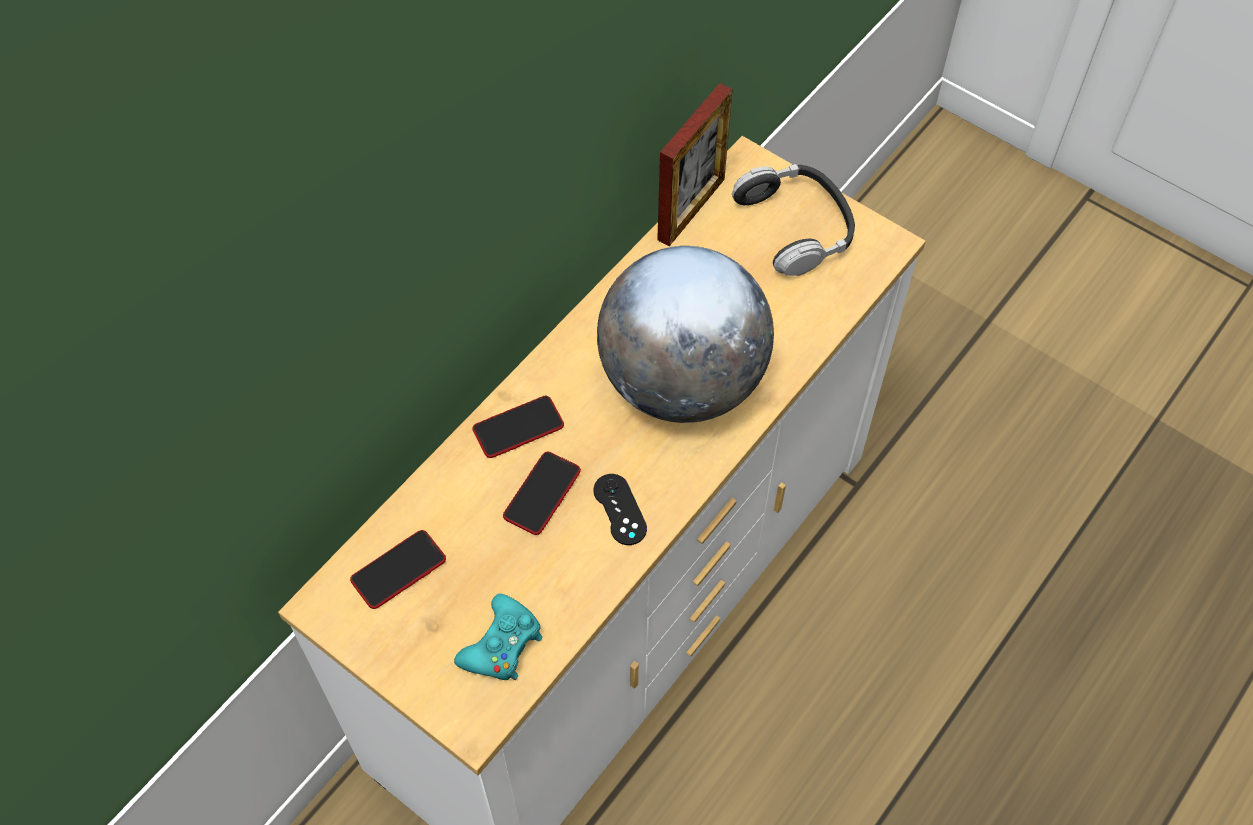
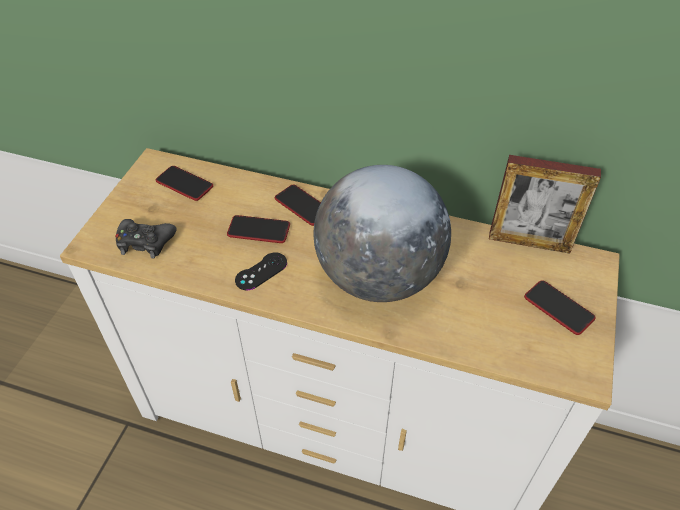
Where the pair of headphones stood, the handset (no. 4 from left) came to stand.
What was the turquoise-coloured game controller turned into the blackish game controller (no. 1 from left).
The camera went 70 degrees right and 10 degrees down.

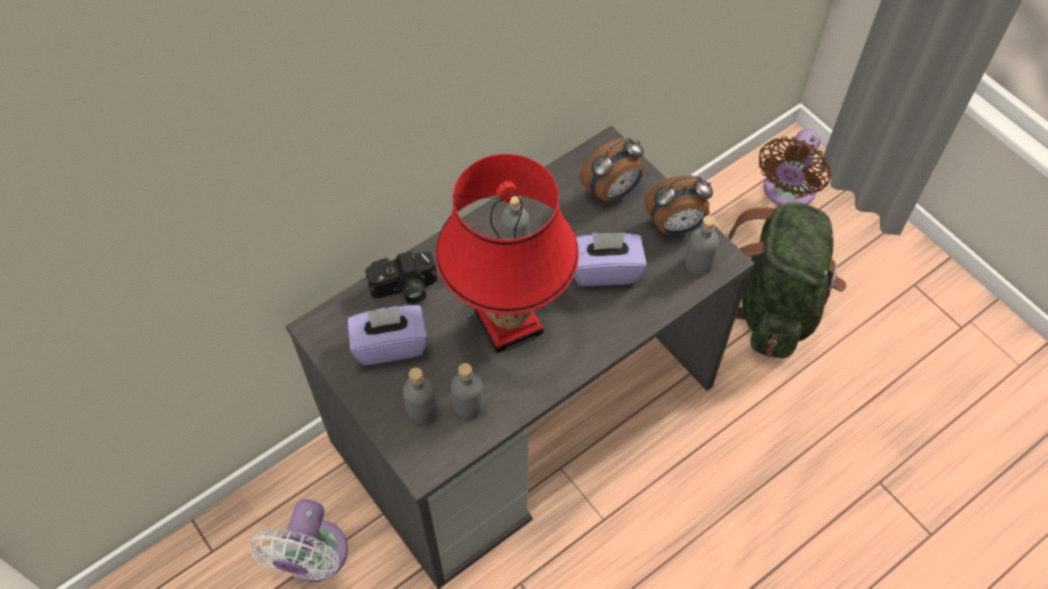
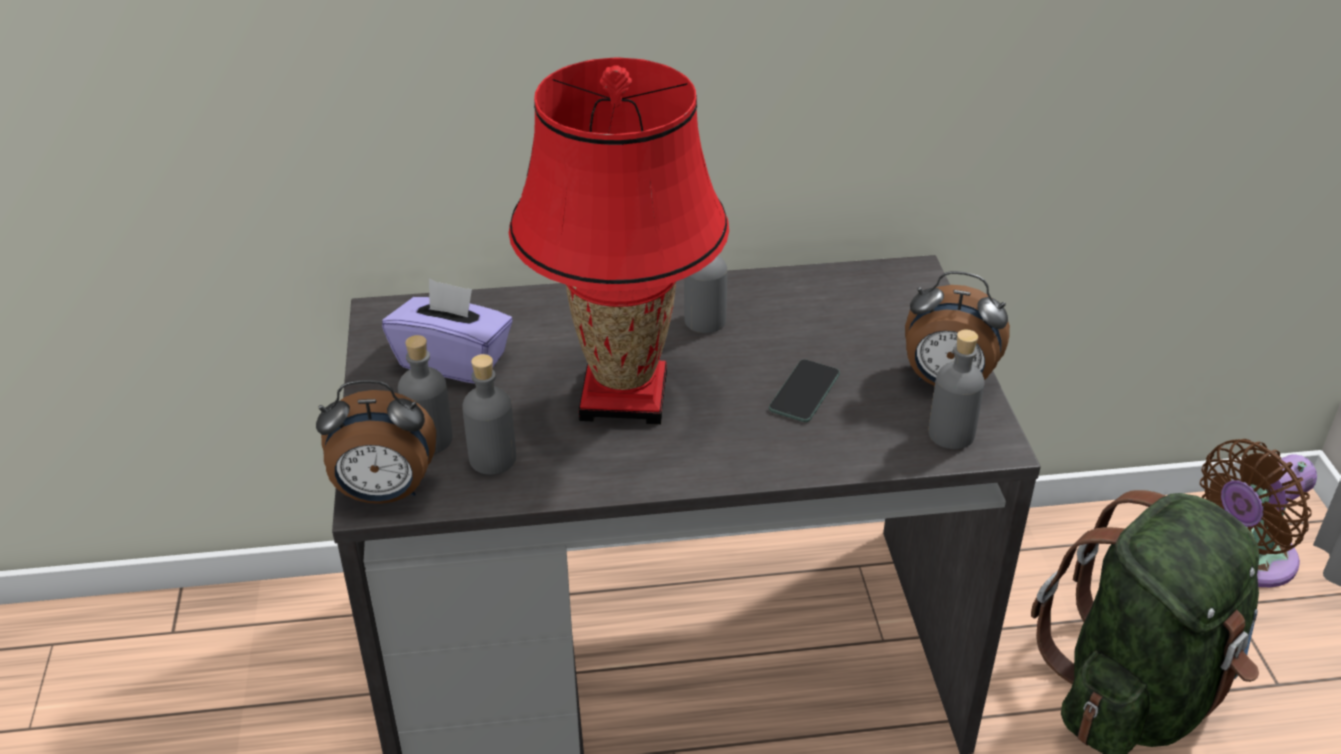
The bedside clock (no. 1 from left) ended up elsewhere.
Where the purple-coloured tissue box (no. 2 from left) stood, the handset came to stand.
The second view lost the still camera.
The second view lost the white cooling fan.
The camera went 30 degrees right and 20 degrees down.

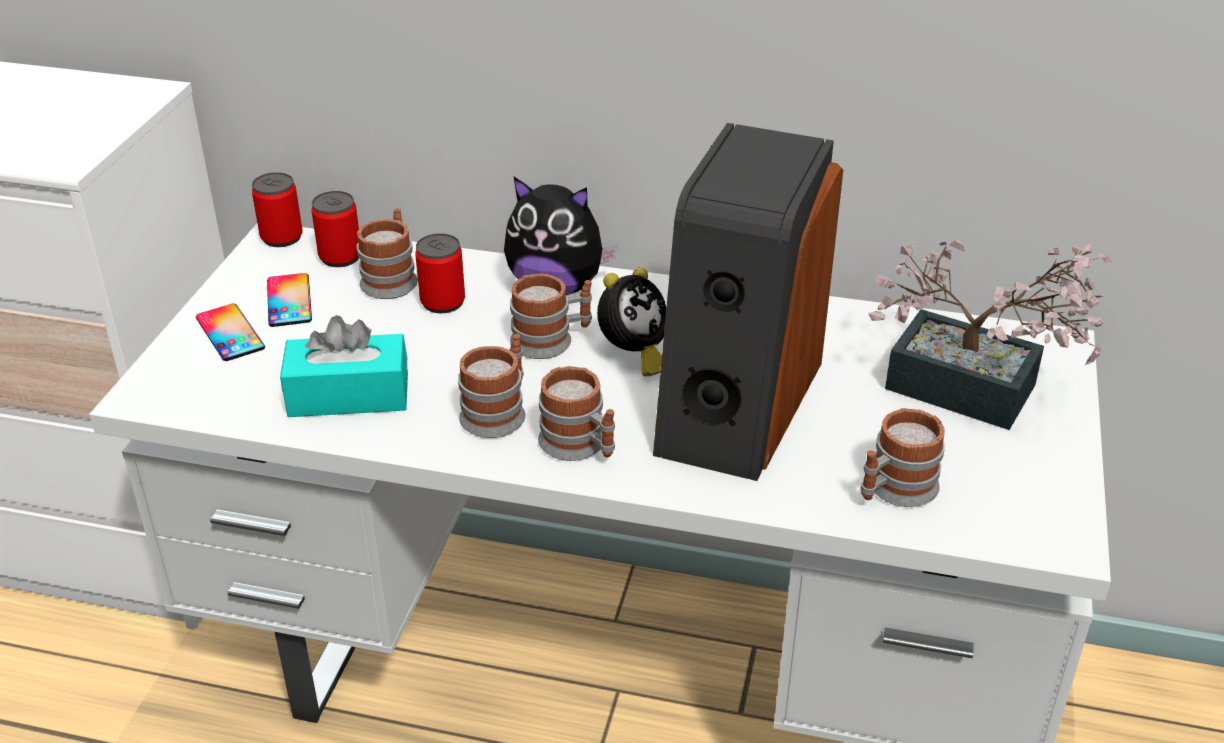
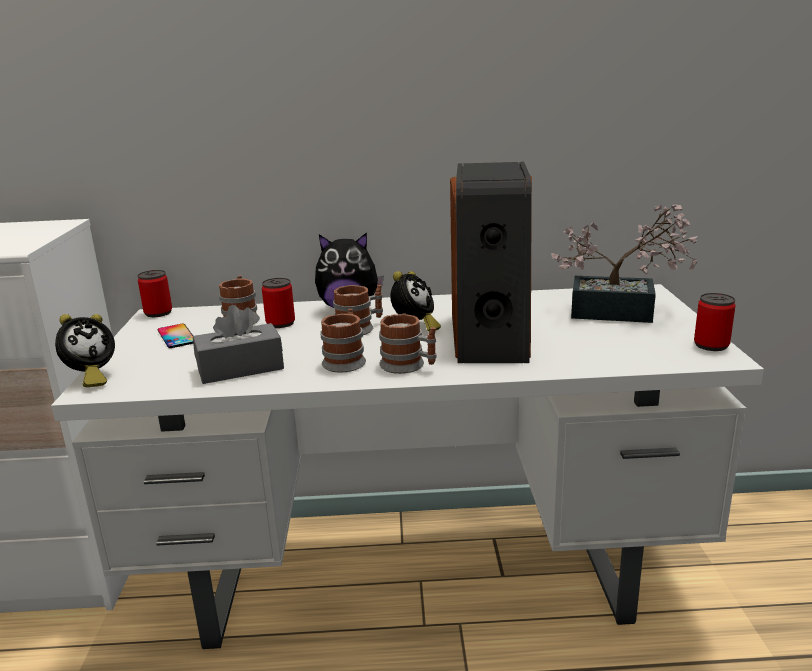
The can (no. 2 from left in the first image) ended up elsewhere.
The second view lost the handset (no. 1 from left).
What was the turquoise-coloured tissue box turned into the grey tissue box.
The second view lost the mug (no. 5 from left).
The second view gained the bedside clock (no. 1 from left).
The camera went 15 degrees left and 15 degrees down.

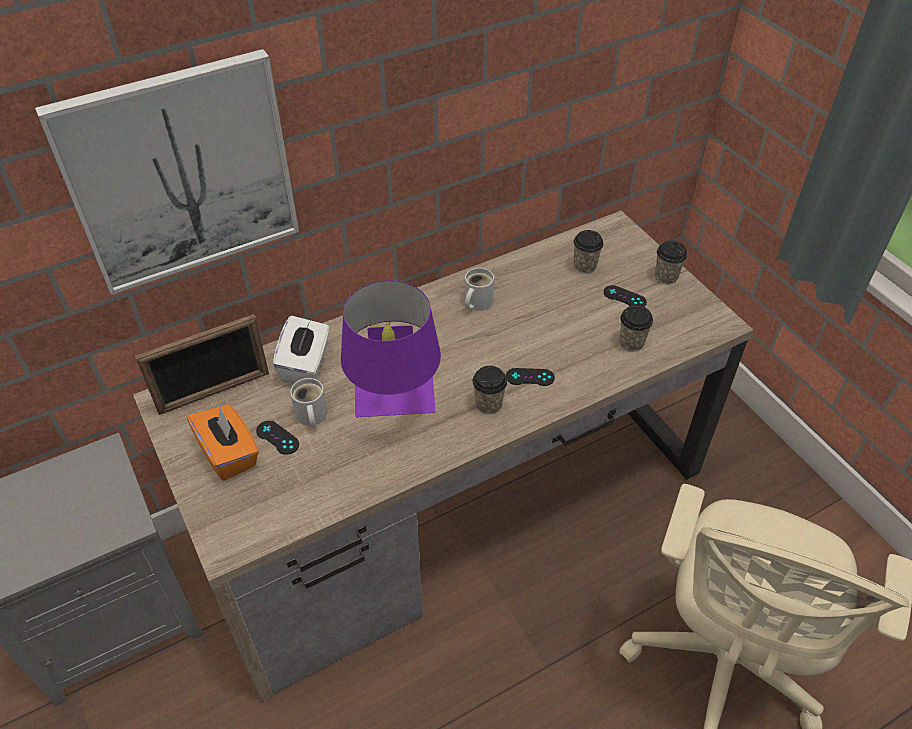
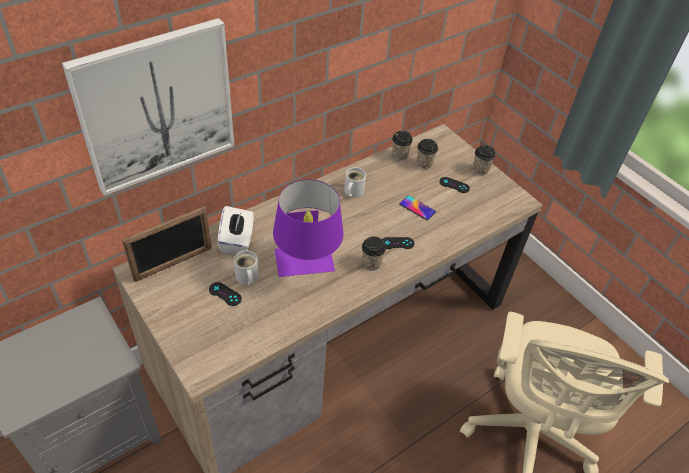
The cup (no. 3 from left in the first image) ended up elsewhere.
The second view lost the orange tissue box.
The second view gained the handset.
The camera went 10 degrees left and 0 degrees up.

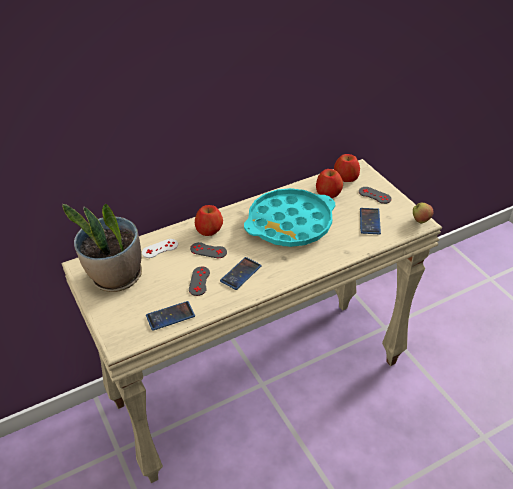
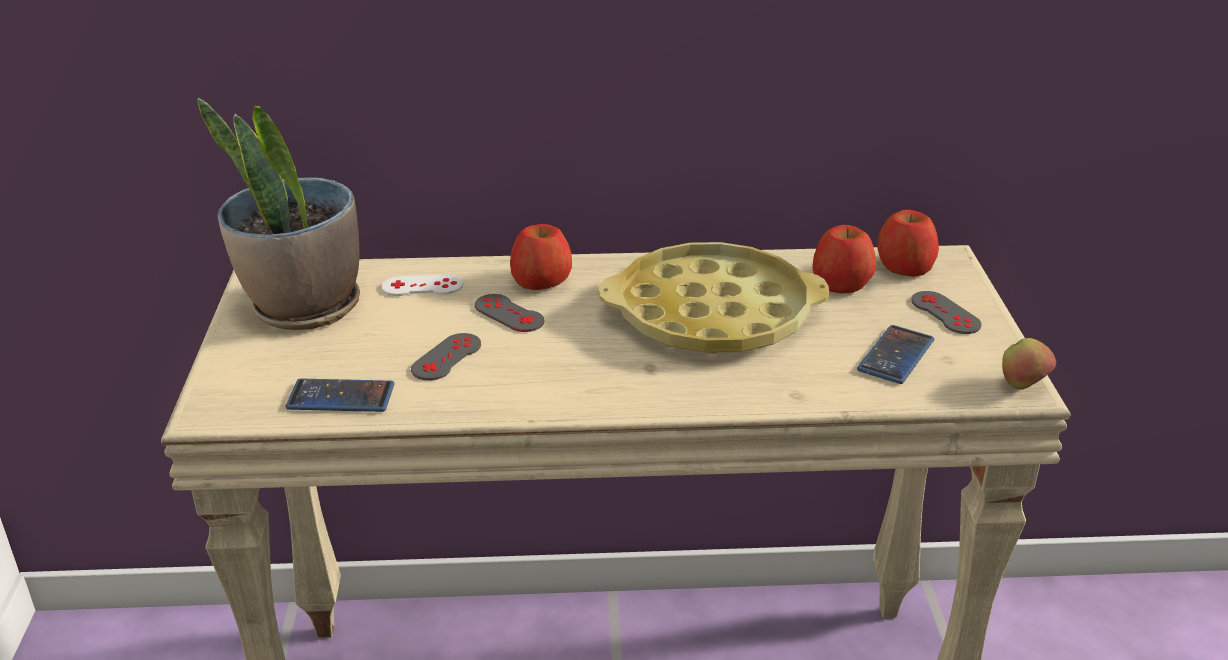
What was the turquoise-coloured carrying tray turned into the yellow carrying tray.
The second view lost the handset (no. 2 from left).
The camera went 25 degrees right and 10 degrees down.

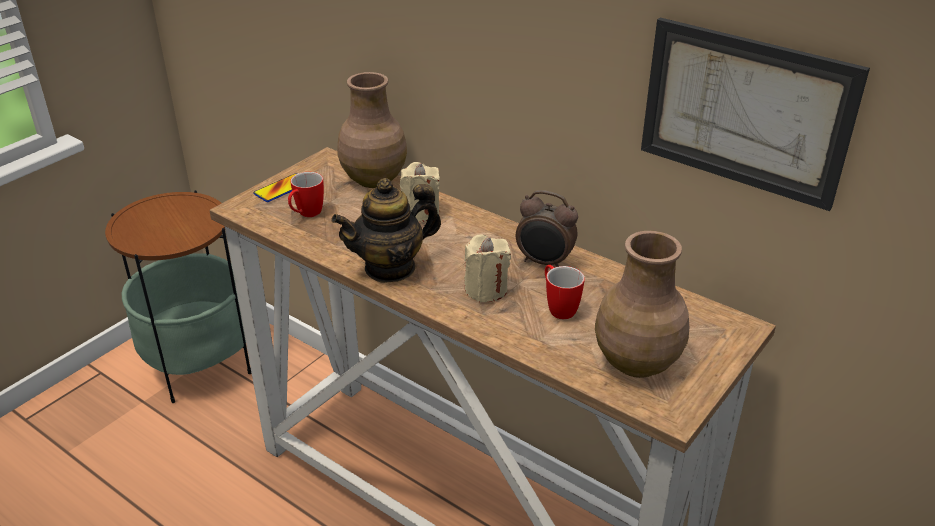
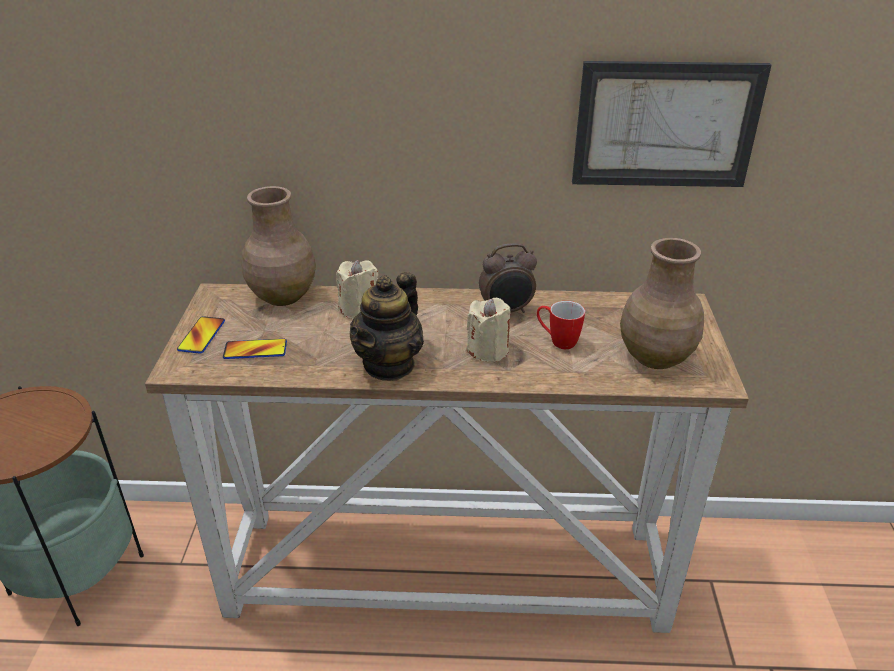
Where the mug (no. 1 from left) stood, the handset (no. 2 from left) came to stand.
The camera went 35 degrees left and 0 degrees up.

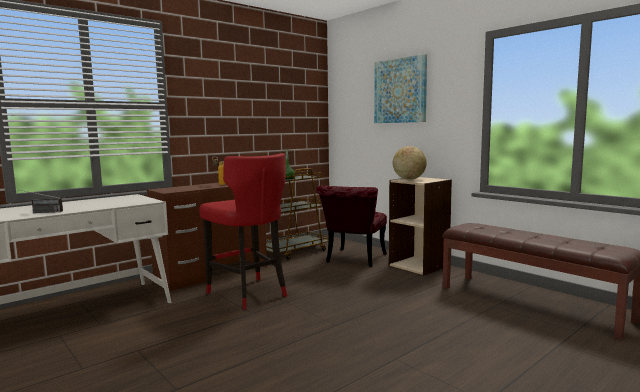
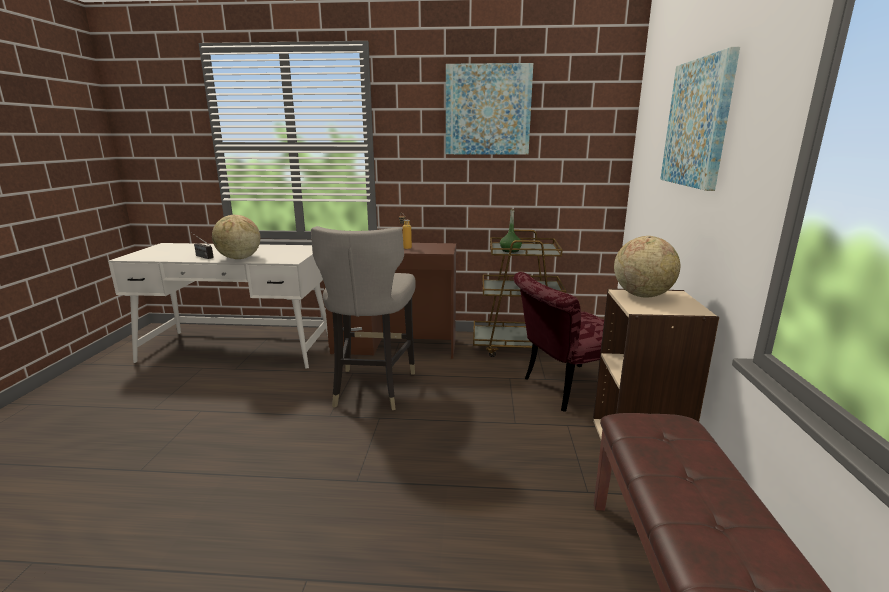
What was the reddish sitting stool turned into the grey sitting stool.
The second view gained the picture (no. 1 from left).
The second view gained the world globe (no. 1 from left).
The camera went 45 degrees right and 10 degrees up.

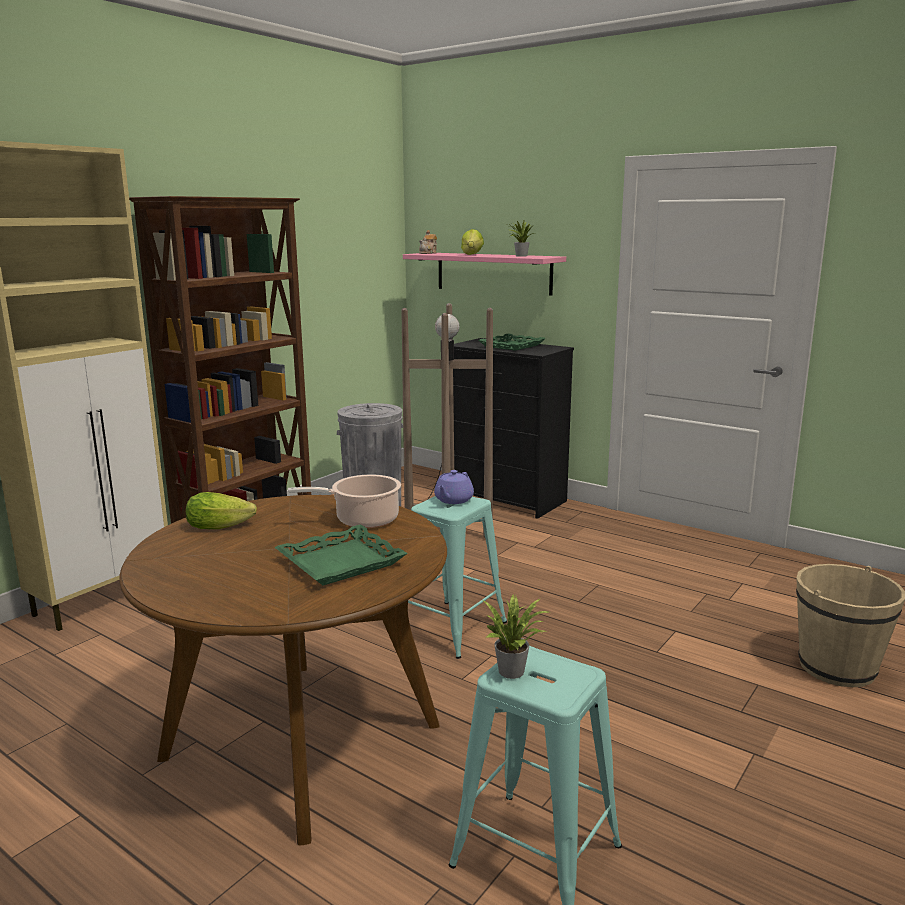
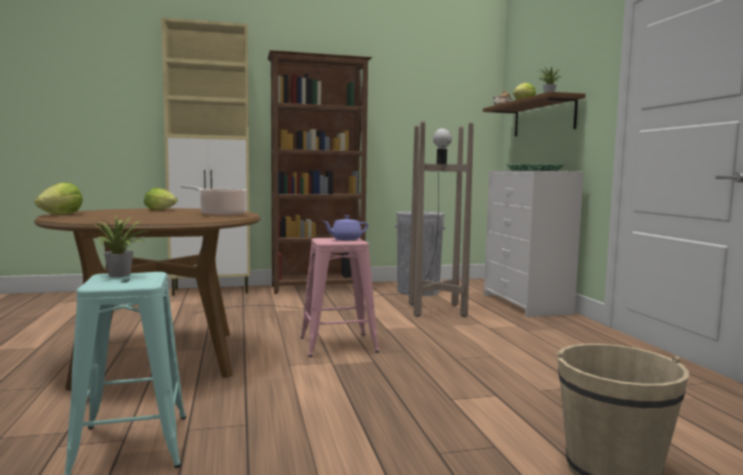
What was the pink-coloured bracket shelf turned into the brown bracket shelf.
What was the blackish drawer chest turned into the white drawer chest.
What was the turquoise-coloured sitting stool (no. 1 from left) turned into the pink-coloured sitting stool.
The second view lost the greenish carrying tray (no. 1 from left).
The second view gained the lettuce (no. 1 from left).
The camera went 40 degrees right and 10 degrees down.

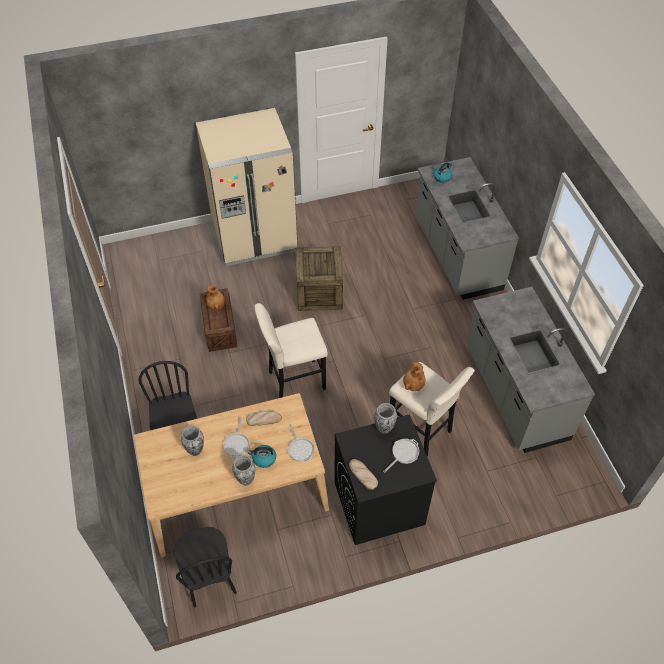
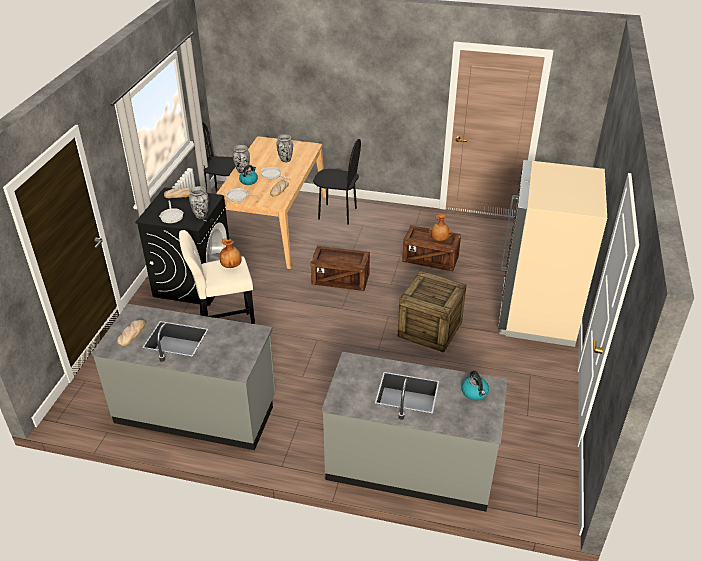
Where the beige sitting stool (no. 1 from left) stood, the packing crate (no. 1 from left) came to stand.
The second view gained the bread (no. 1 from left).
The camera went 120 degrees right and 15 degrees down.

